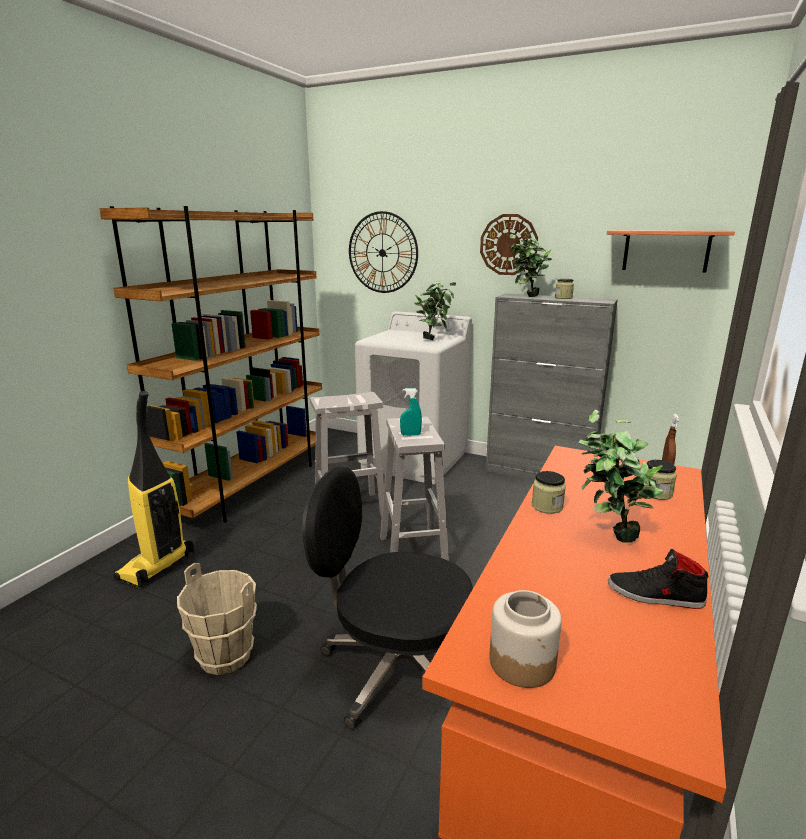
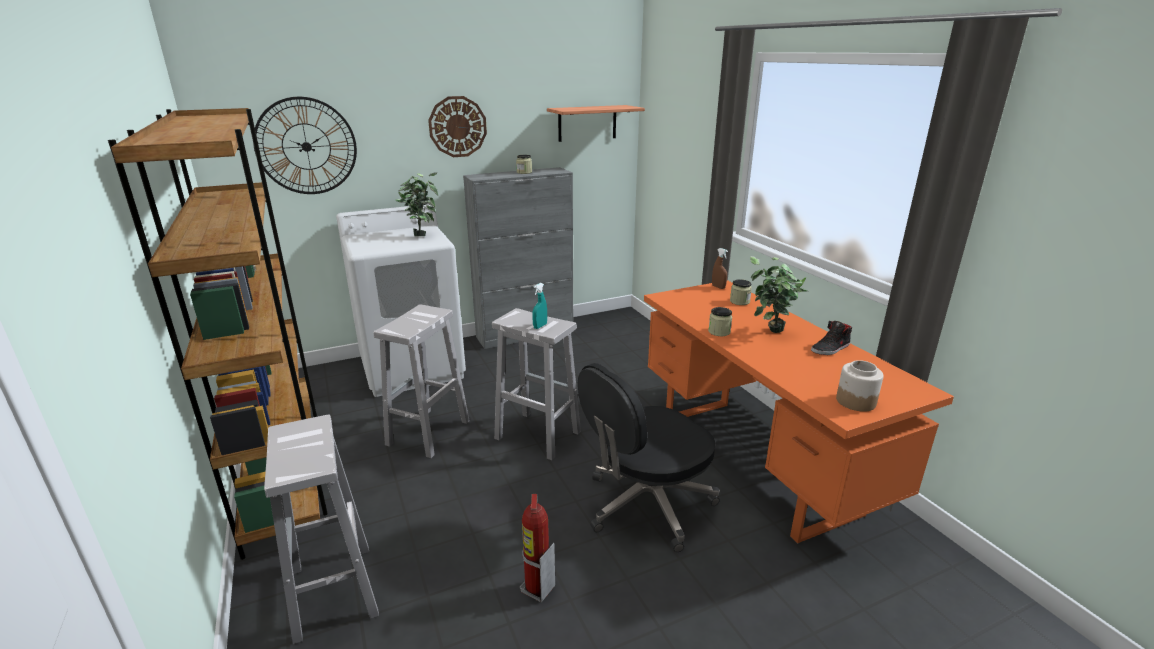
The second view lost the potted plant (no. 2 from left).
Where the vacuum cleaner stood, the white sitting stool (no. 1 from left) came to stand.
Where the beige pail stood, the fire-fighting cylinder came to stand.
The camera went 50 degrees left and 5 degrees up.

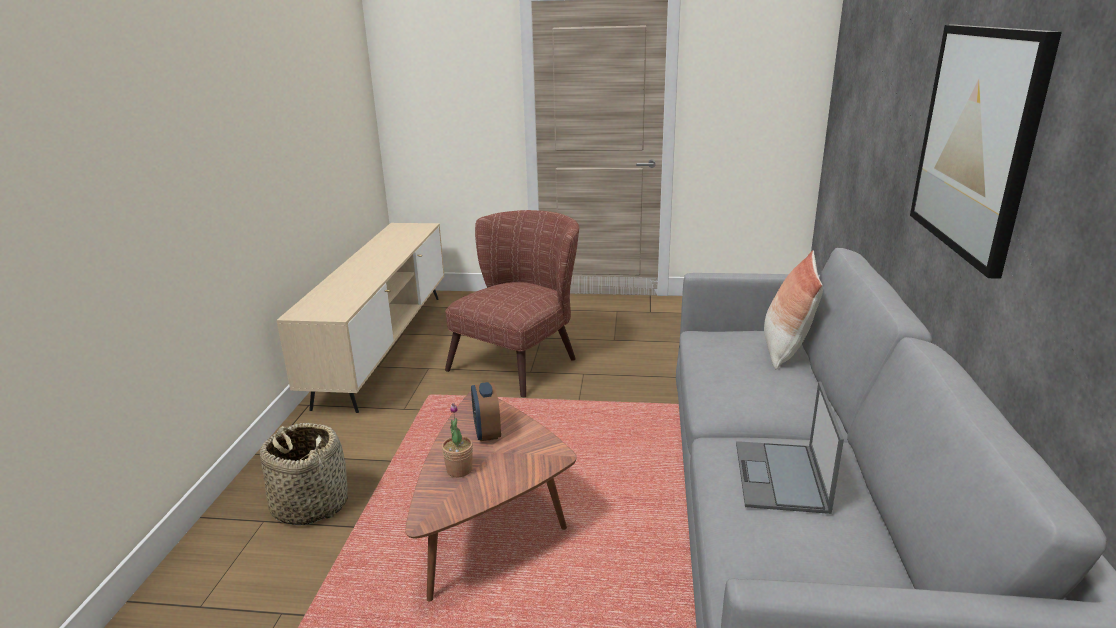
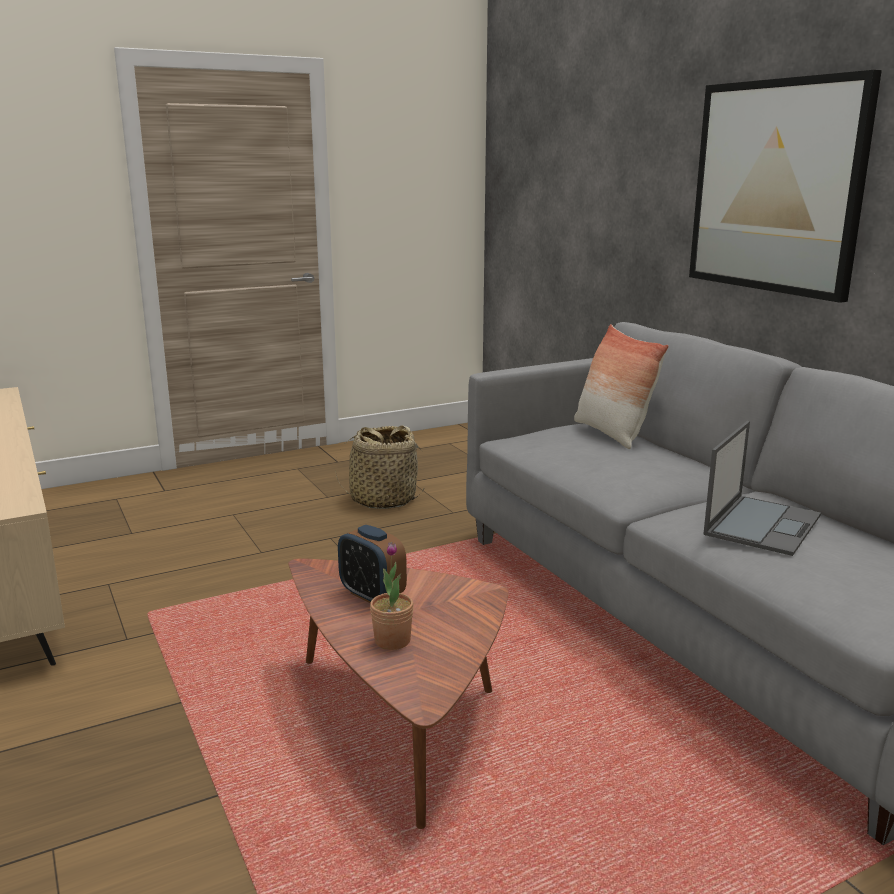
The second view lost the brown easy chair.
The laptop ended up facing another way, 120 degrees counterclockwise from before.
The basket ended up elsewhere.
The camera went 35 degrees left and 5 degrees down.

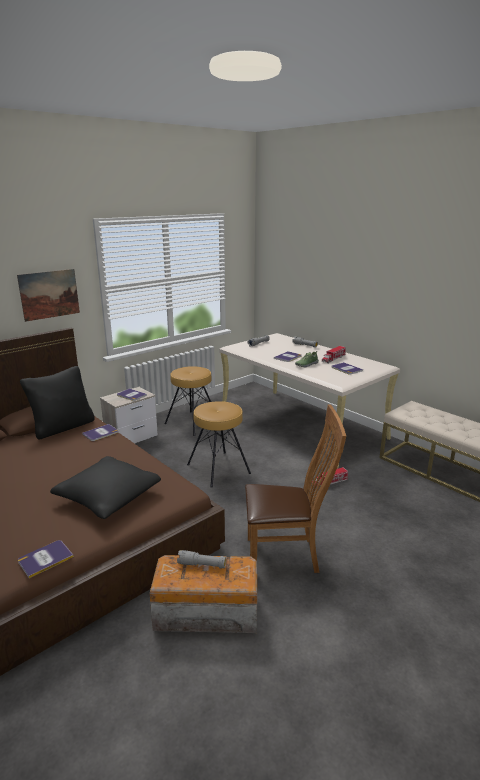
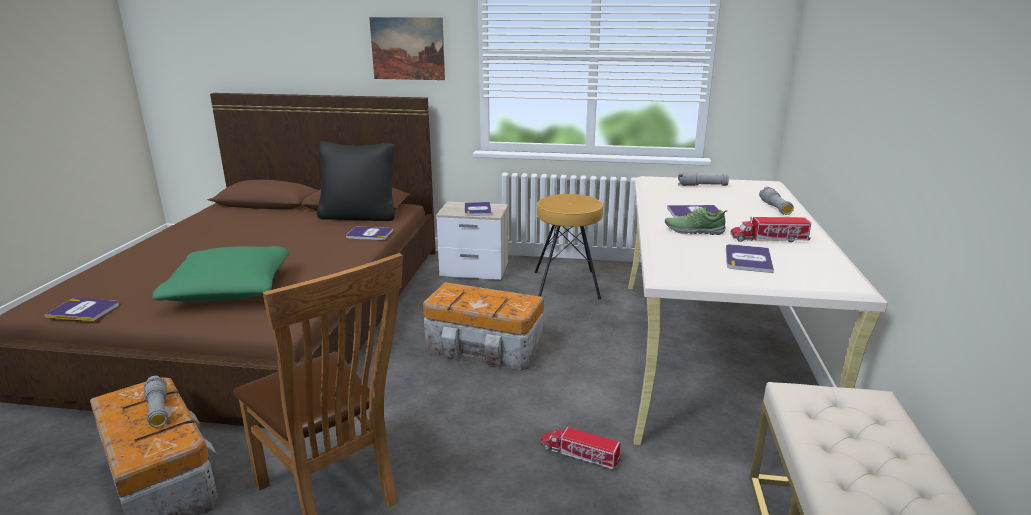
Where the brown sitting stool (no. 2 from left) stood, the storage bin (no. 2 from left) came to stand.
What was the blackish cushion (no. 2 from left) turned into the greenish cushion.
The camera went 50 degrees right and 0 degrees up.

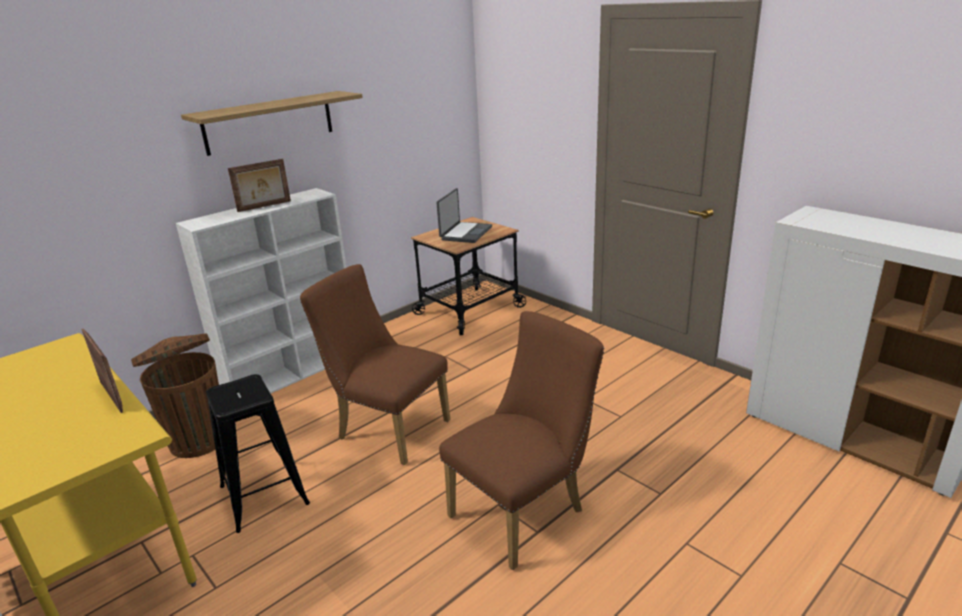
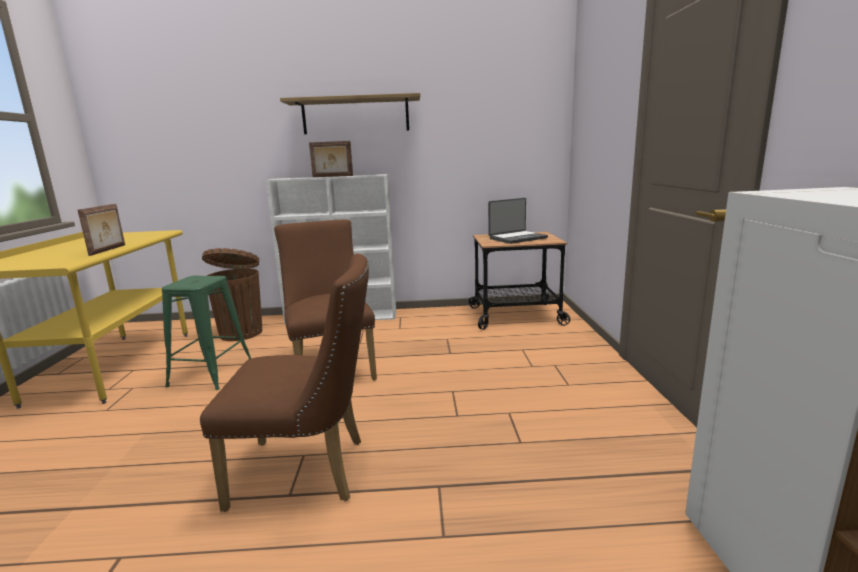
What was the blackish sitting stool turned into the greenish sitting stool.
The camera went 40 degrees right and 10 degrees down.

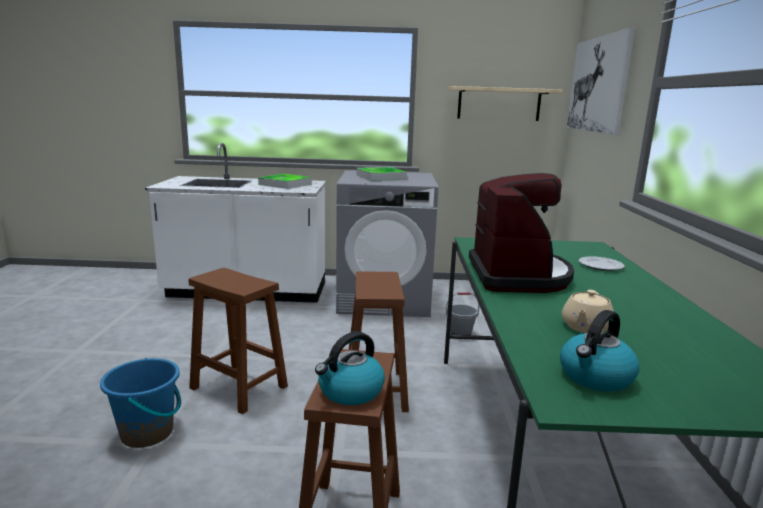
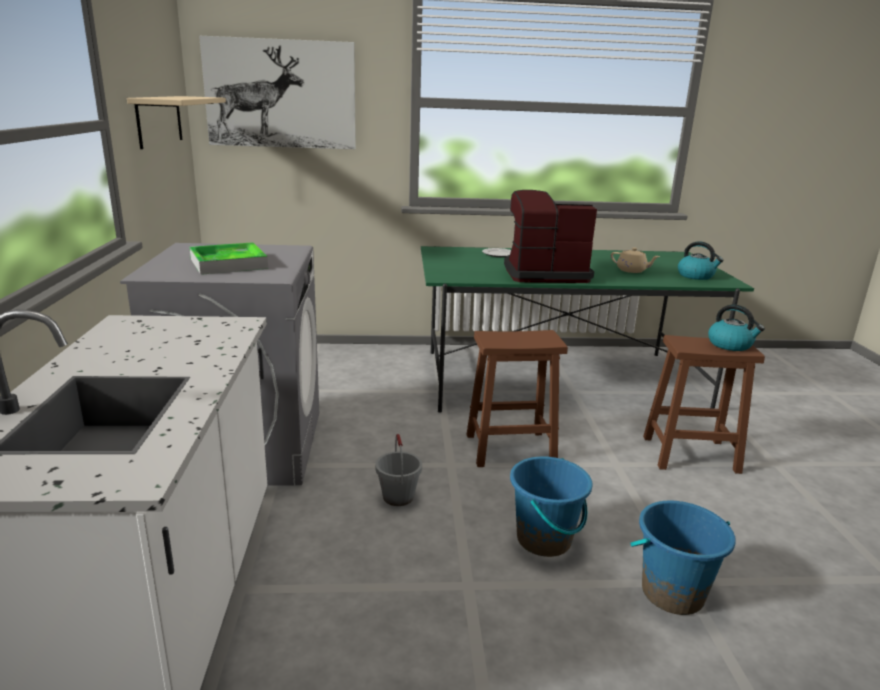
The second view lost the carrying tray (no. 1 from left).
Where the brown sitting stool (no. 1 from left) stood, the bluish pail (no. 1 from left) came to stand.
The grey pail ended up elsewhere.
The camera went 95 degrees left and 5 degrees up.

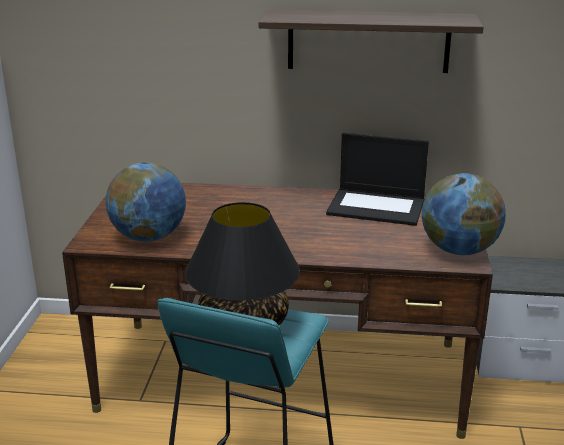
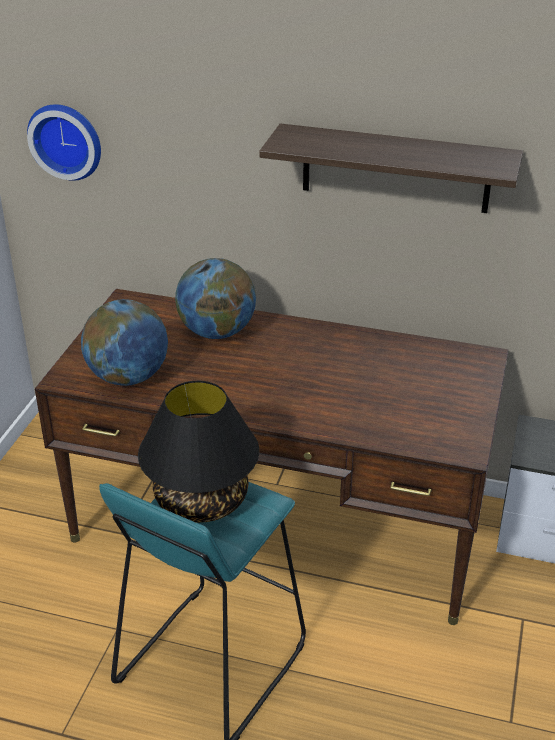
The second view lost the laptop.
The world globe (no. 2 from left) ended up elsewhere.
The second view gained the hanging clock.
The camera went 10 degrees right and 10 degrees up.

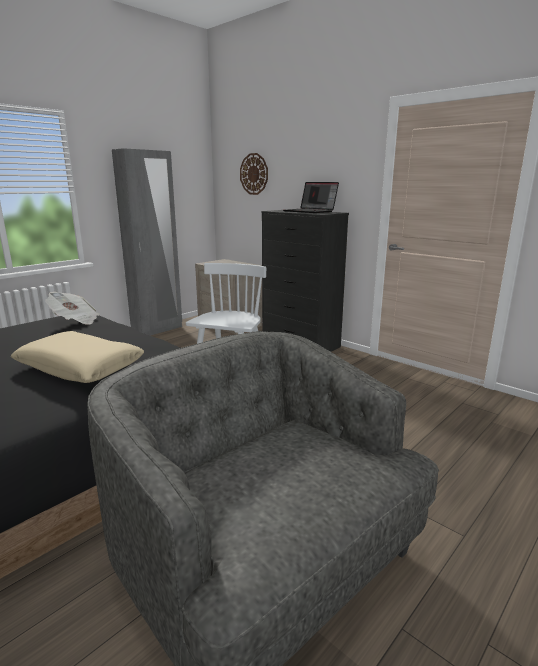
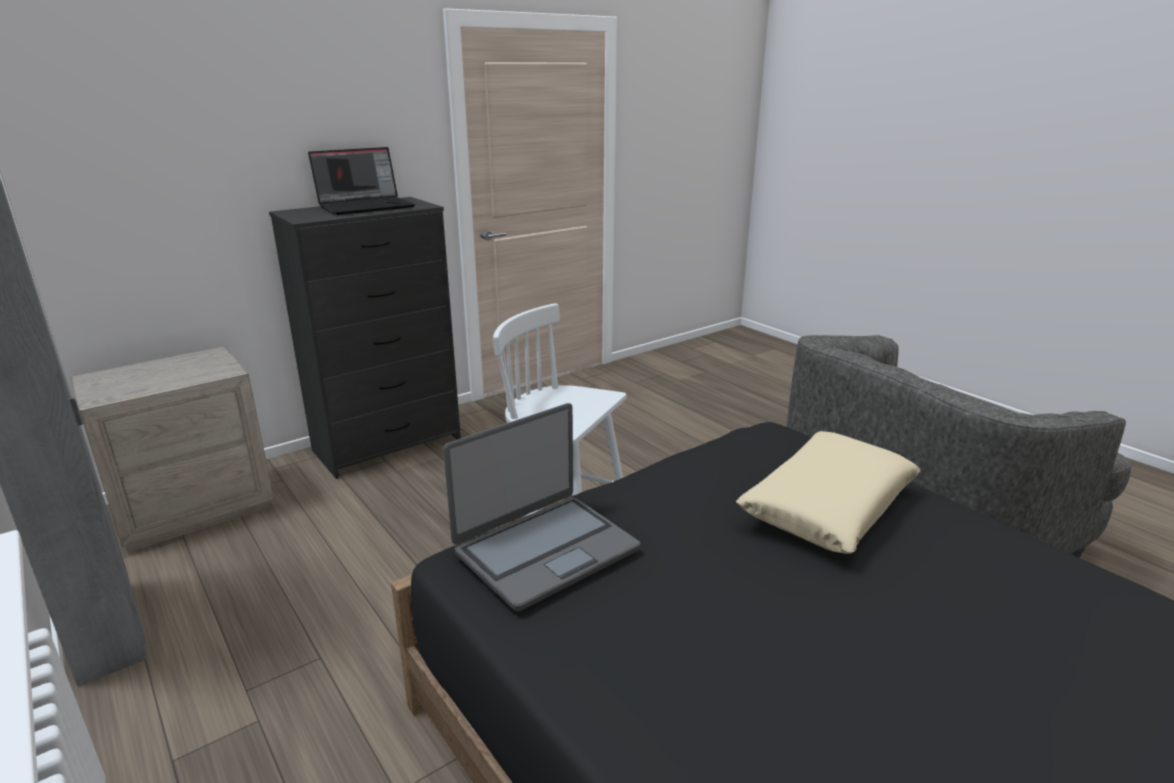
The second view lost the hanging clock.
Where the daily paper stood, the laptop (no. 2 from left) came to stand.
The camera went 80 degrees left and 5 degrees up.

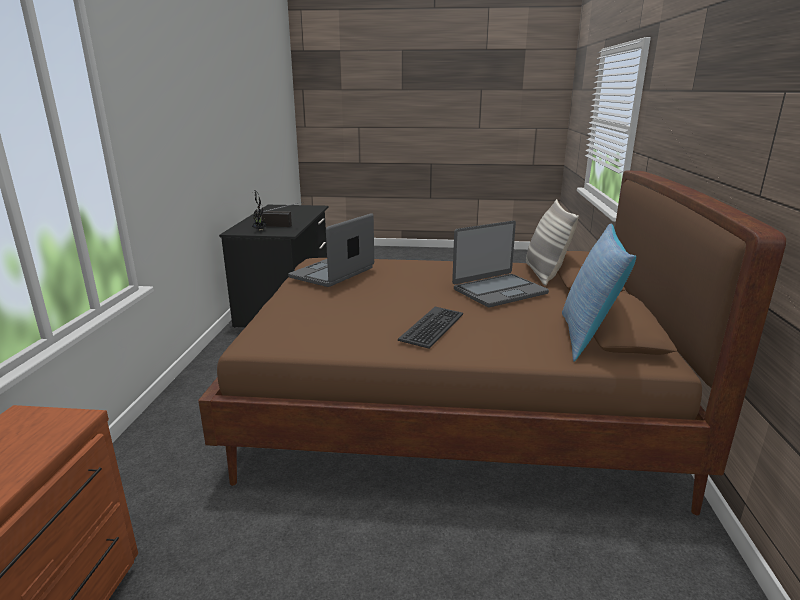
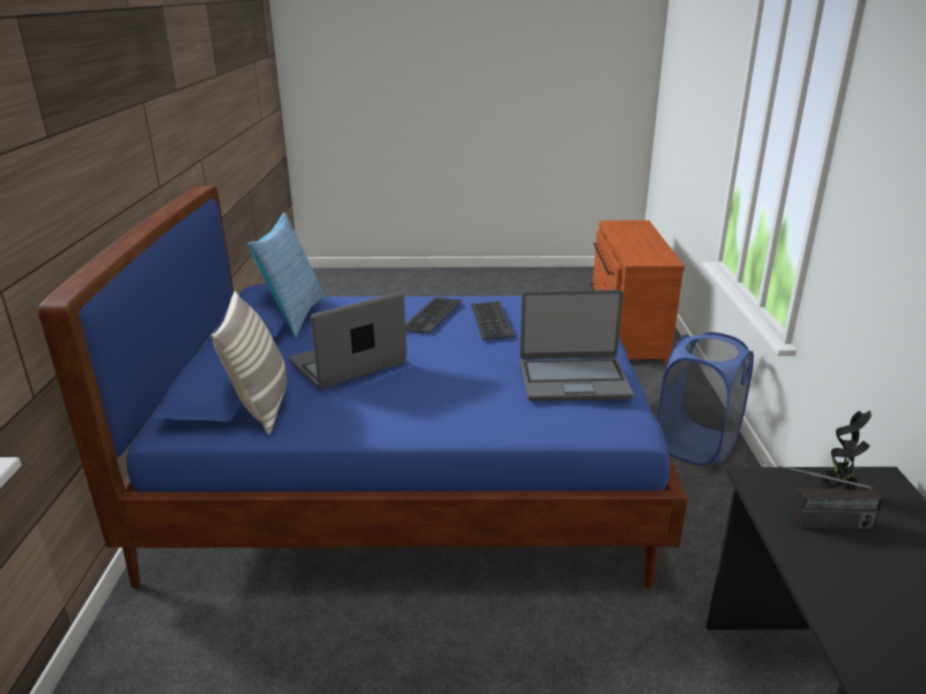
What was the brown bed turned into the bluish bed.
The laptop (no. 1 from left in the first image) ended up facing another way, 60 degrees clockwise from before.
The second view gained the computer keyboard (no. 2 from left).
The second view gained the bluish laundry basket.
The camera went 175 degrees right and 5 degrees up.

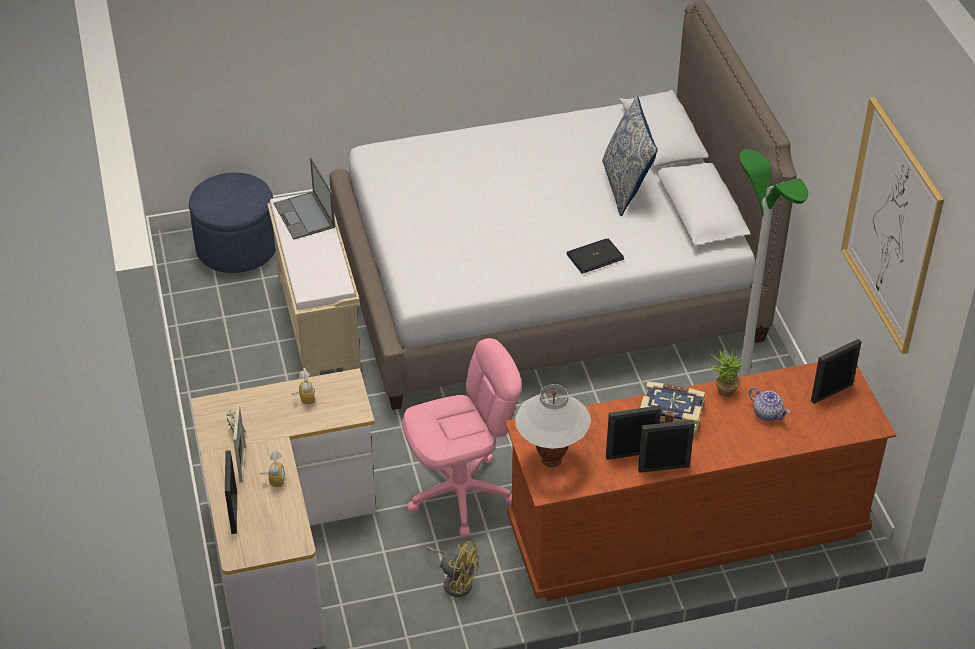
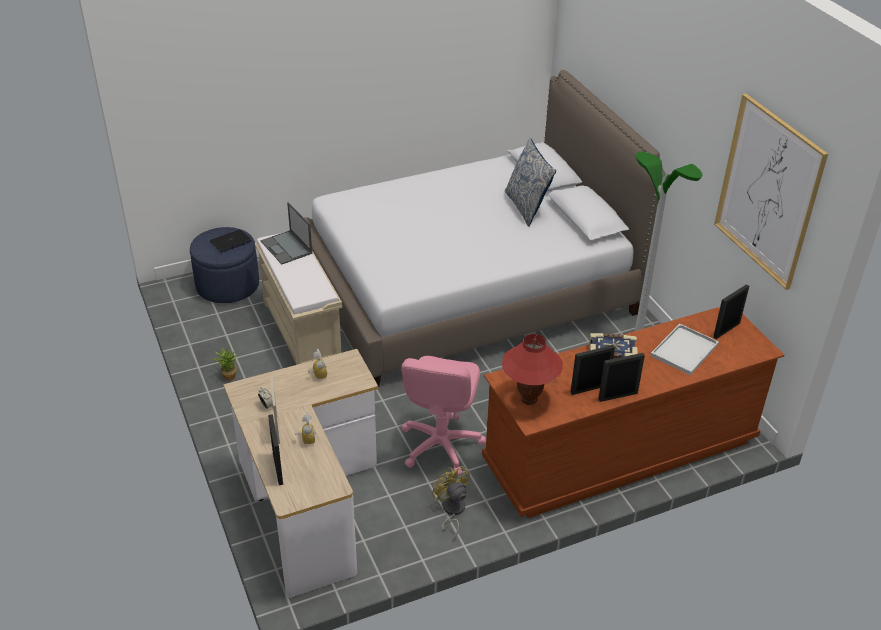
The laptop (no. 2 from left in the first image) ended up elsewhere.
The pink-coloured desk chair ended up facing another way, 135 degrees clockwise from before.
The potted plant ended up elsewhere.
What was the white table lamp turned into the reddish table lamp.
Where the pot for tea stood, the white carrying tray came to stand.
The yellow cooling fan ended up facing another way, 135 degrees counterclockwise from before.
The camera went 10 degrees left and 5 degrees down.

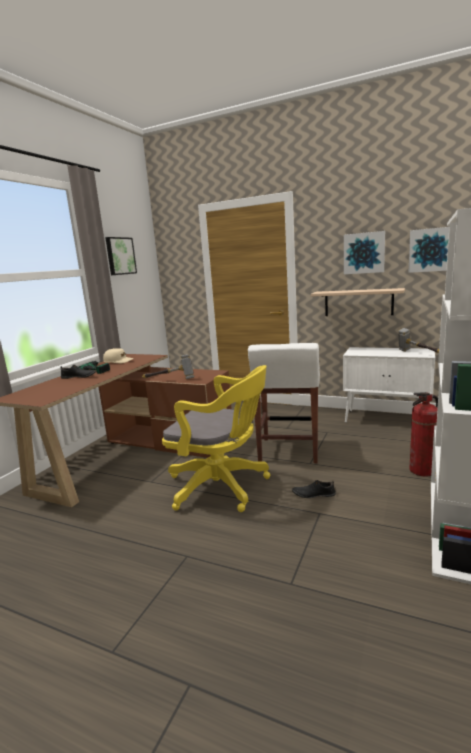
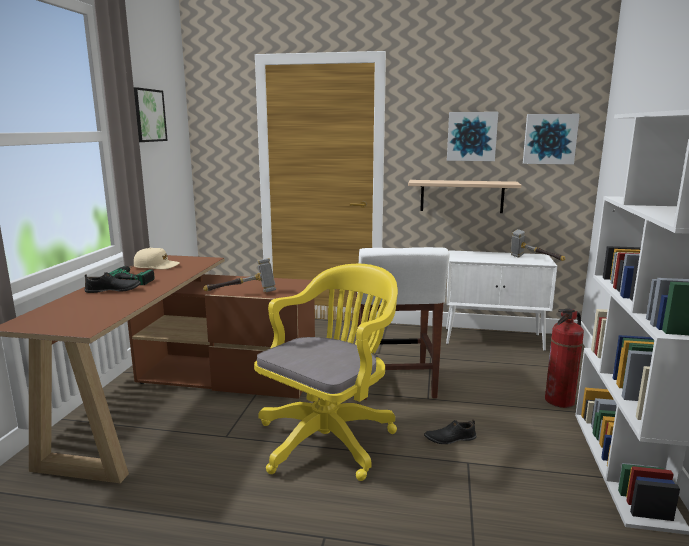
The yellow desk chair ended up facing another way, 60 degrees counterclockwise from before.
The camera went 15 degrees left and 0 degrees up.

